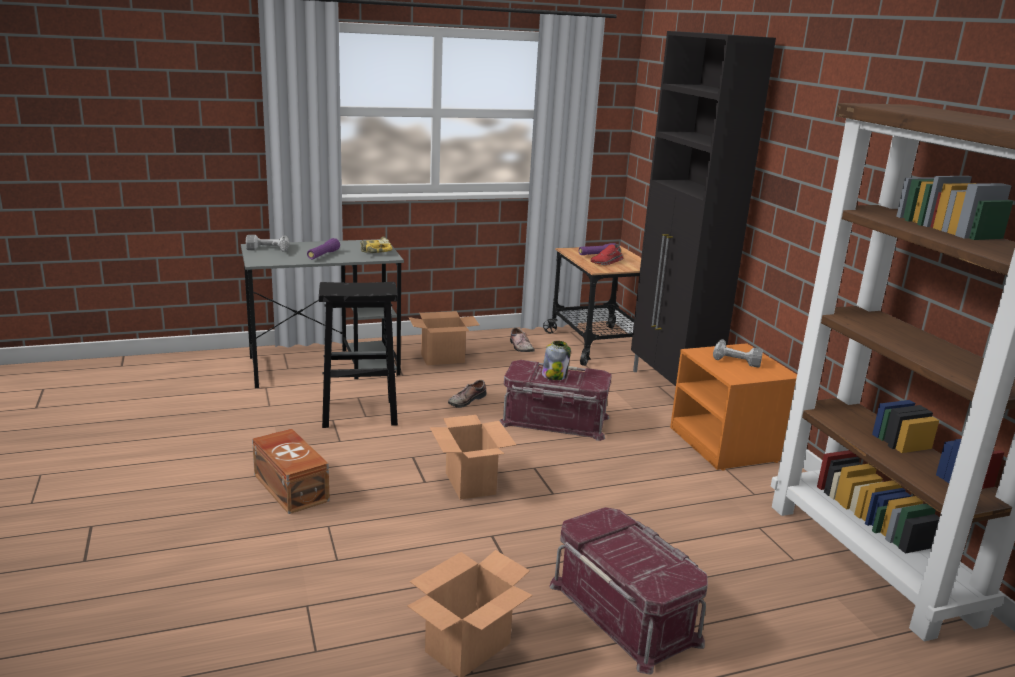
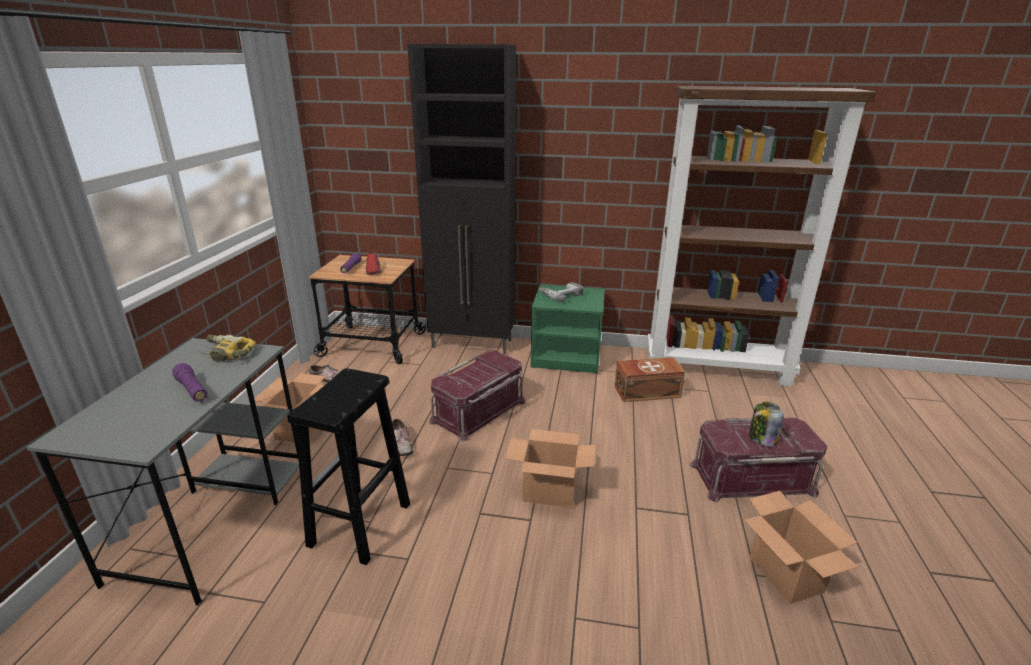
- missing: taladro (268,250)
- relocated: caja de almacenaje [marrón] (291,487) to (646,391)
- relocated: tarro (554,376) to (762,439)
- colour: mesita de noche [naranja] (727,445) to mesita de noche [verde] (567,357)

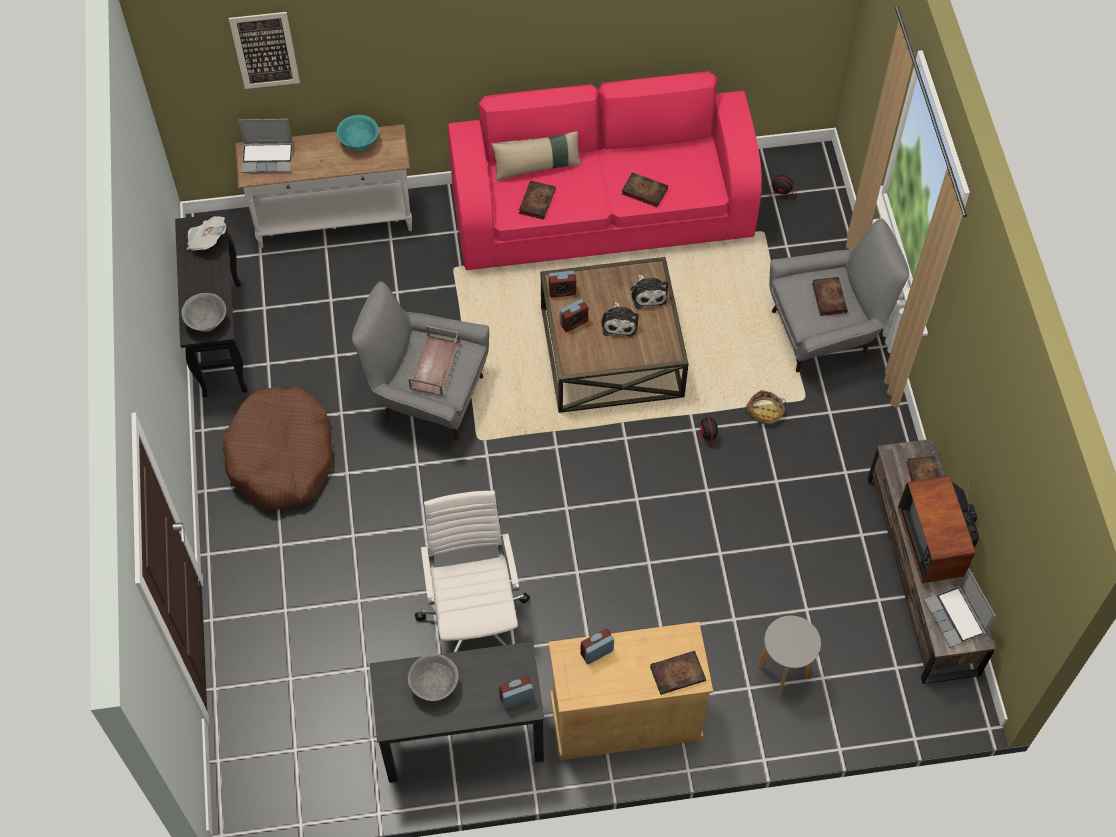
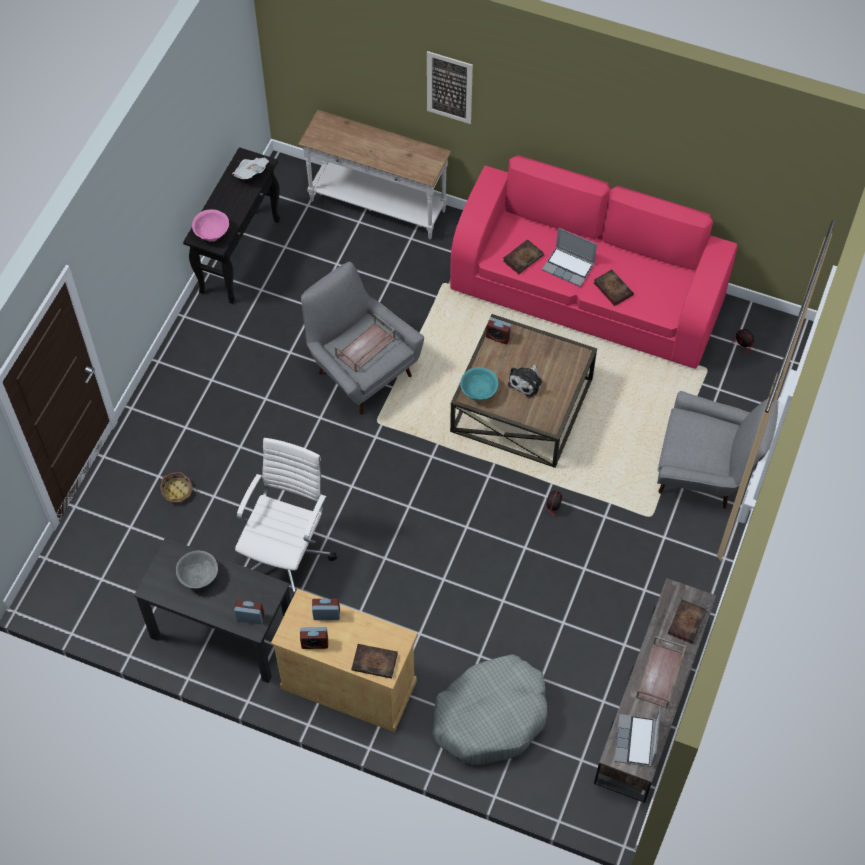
- missing: cama para perro [marrón] (282,457)
- missing: cojín [beis] (537,167)
- missing: peluche (648,294)
- missing: libro (828,297)
- relocated: cuadro (265,50) to (449,87)
- relocated: portátil (268,158) to (569,267)
- relocated: cuenco [turquesa] (359,143) to (478,392)
- relocated: despertador (573,323) to (315,643)
- relocated: cesta (765,412) to (177,491)
- exchanged: taburete [gris] (784,672) to cama para perro [gris] (491,716)
- exchanged: televisor (935,542) to bandeja [marrón] (660,676)
- colour: cuenco [gris] (207,322) to cuenco [rosa] (212,234)

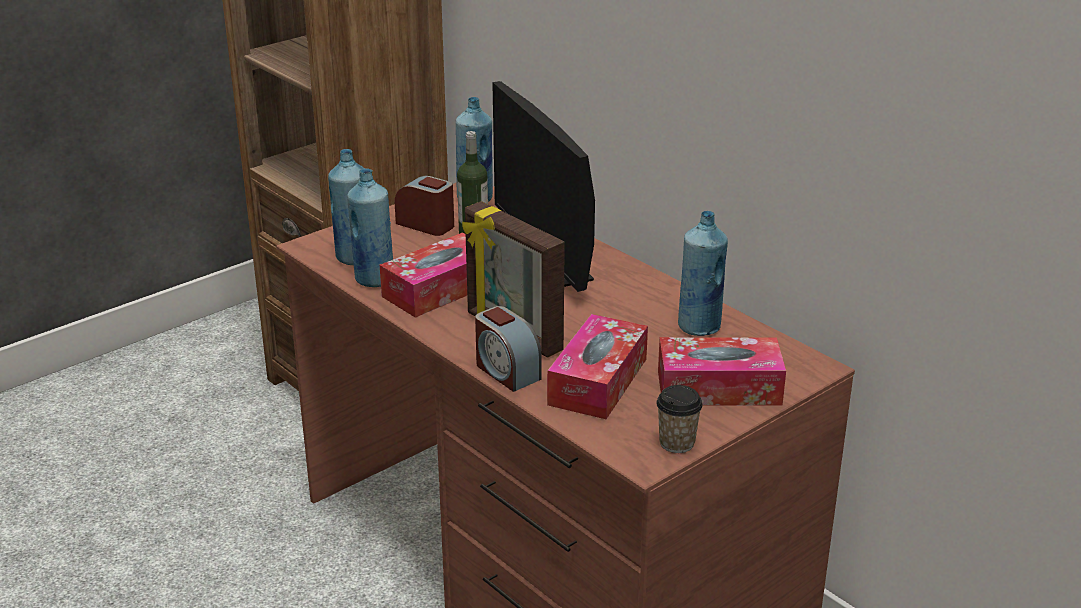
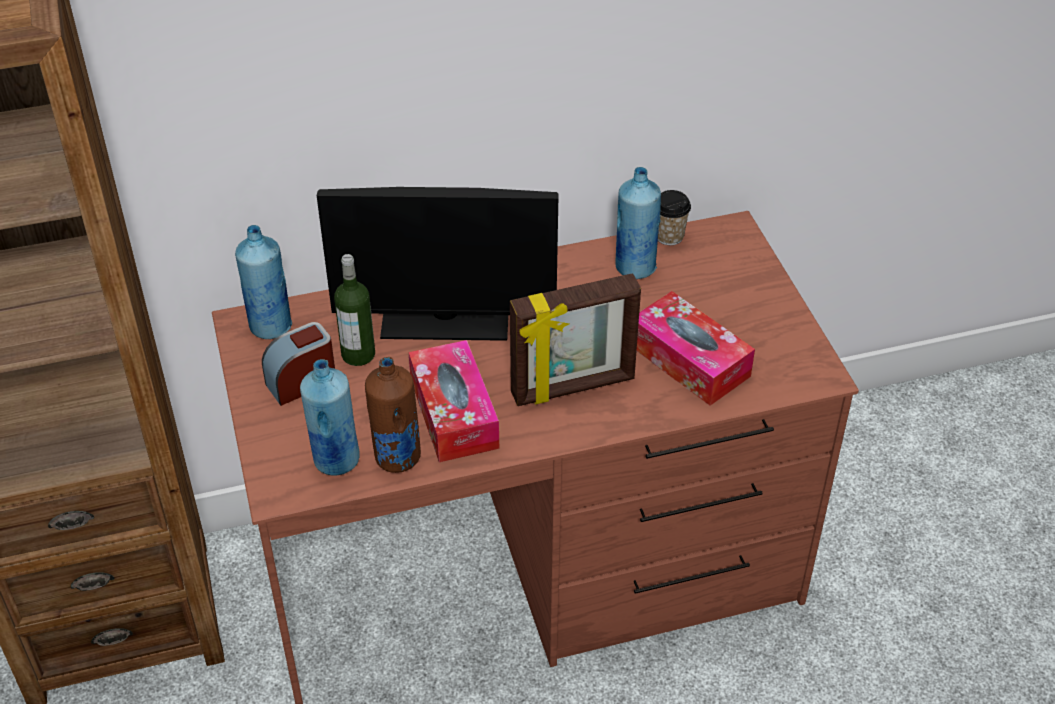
- missing: despertador (506,371)
- missing: caja de pañuelos (719,388)
- relocated: taza (677,443) to (669,236)
- colour: botella [azul] (374,279) to botella [marrón] (397,457)

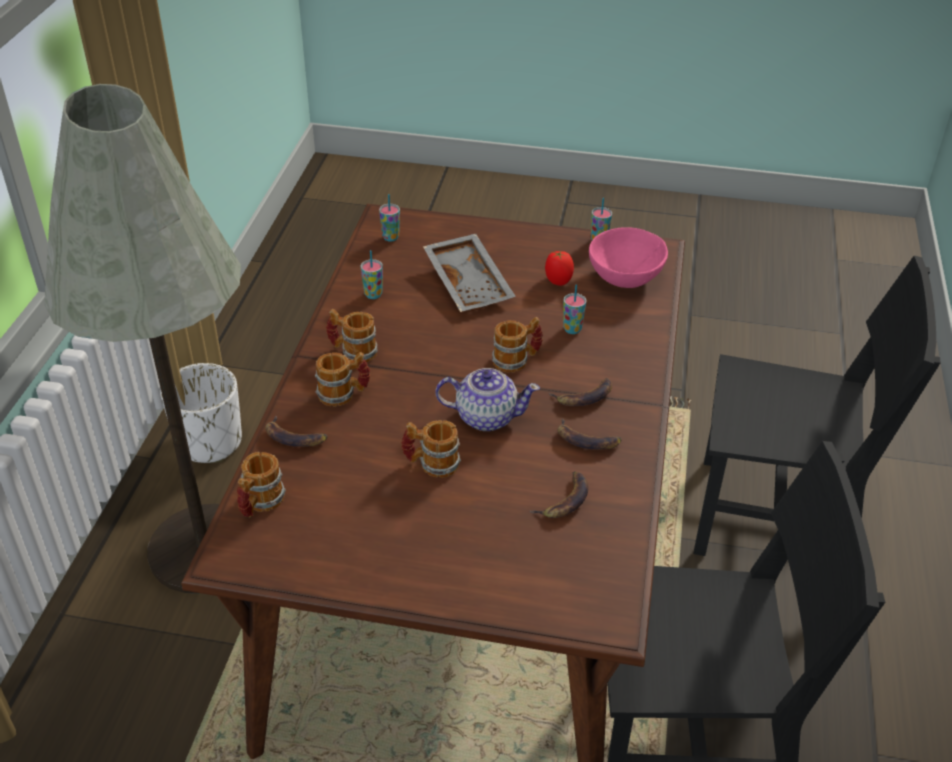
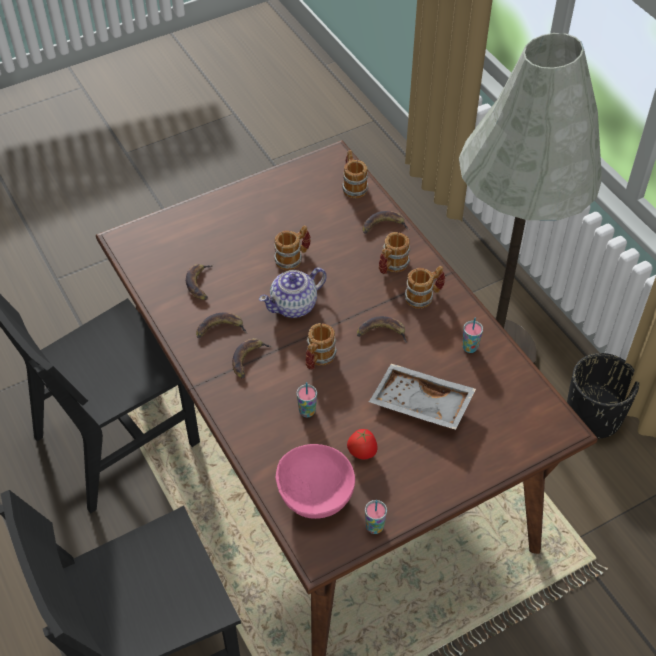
- missing: taza (390,237)
- appeared: plátano (381,332)
- colour: maceta [blanco] (209,442) to maceta [negro] (593,417)

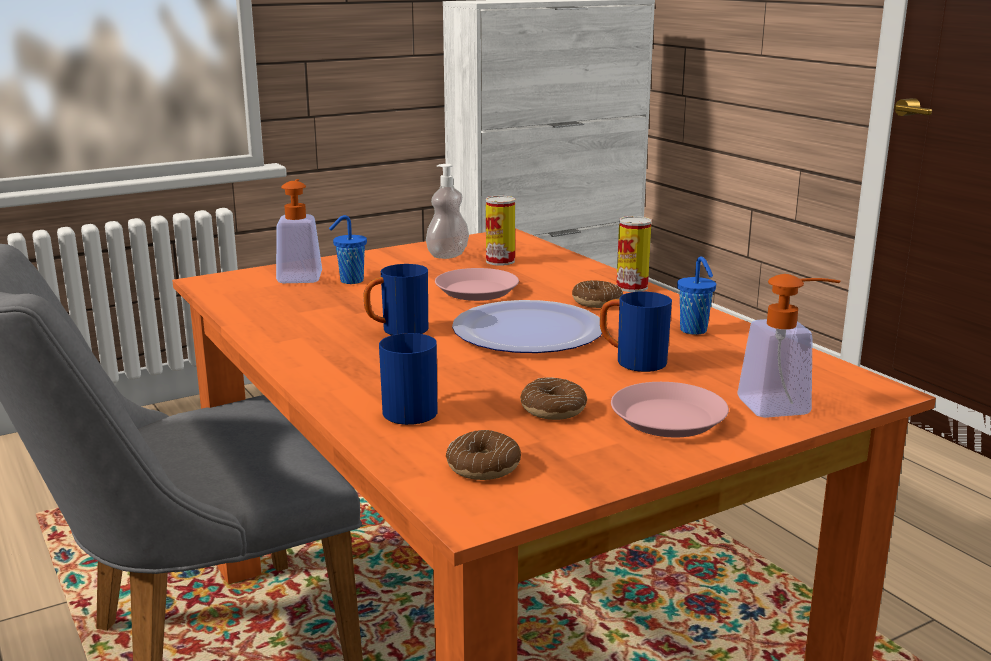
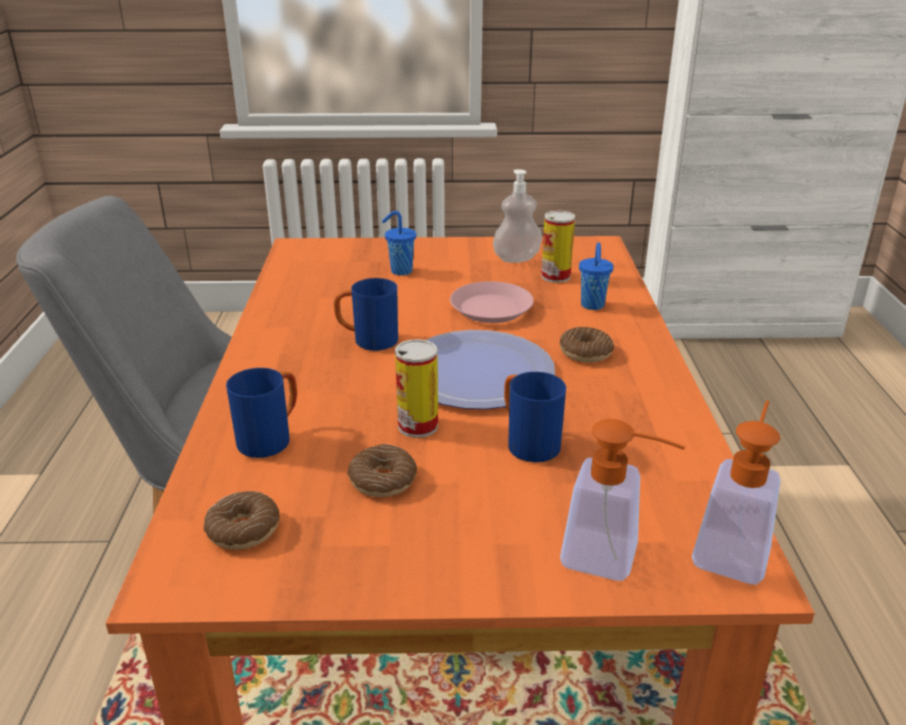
- missing: plato [rosa] (668,419)
- relocated: dispensador de jabón (300,275) to (733,548)
- relocated: lata (632,287) to (418,426)
- relocated: taza [azul] (694,331) to (592,306)

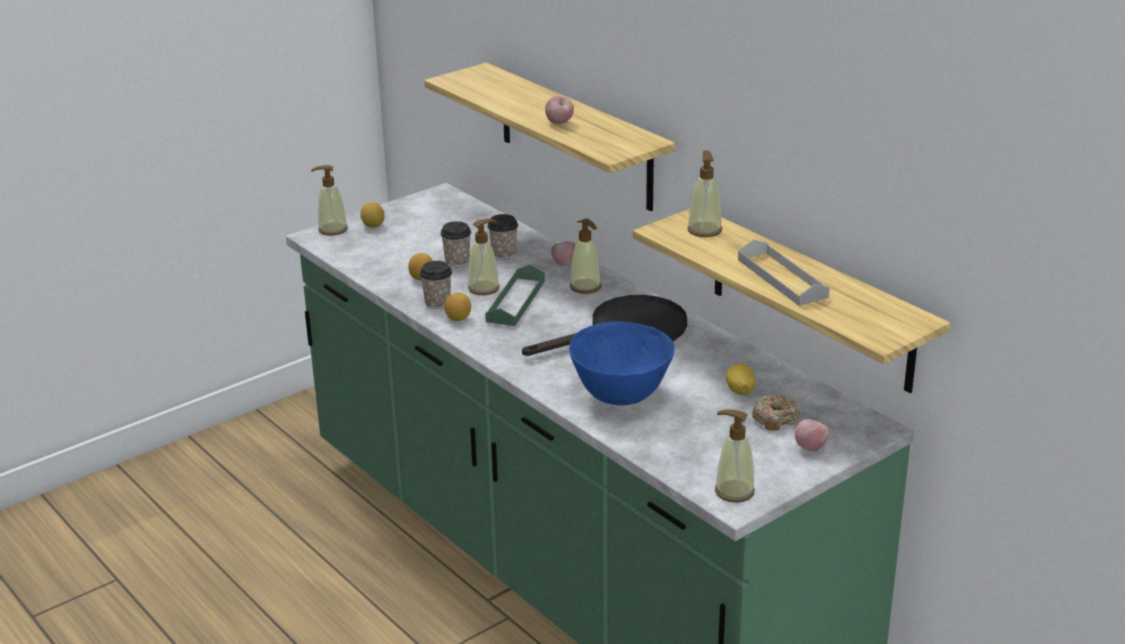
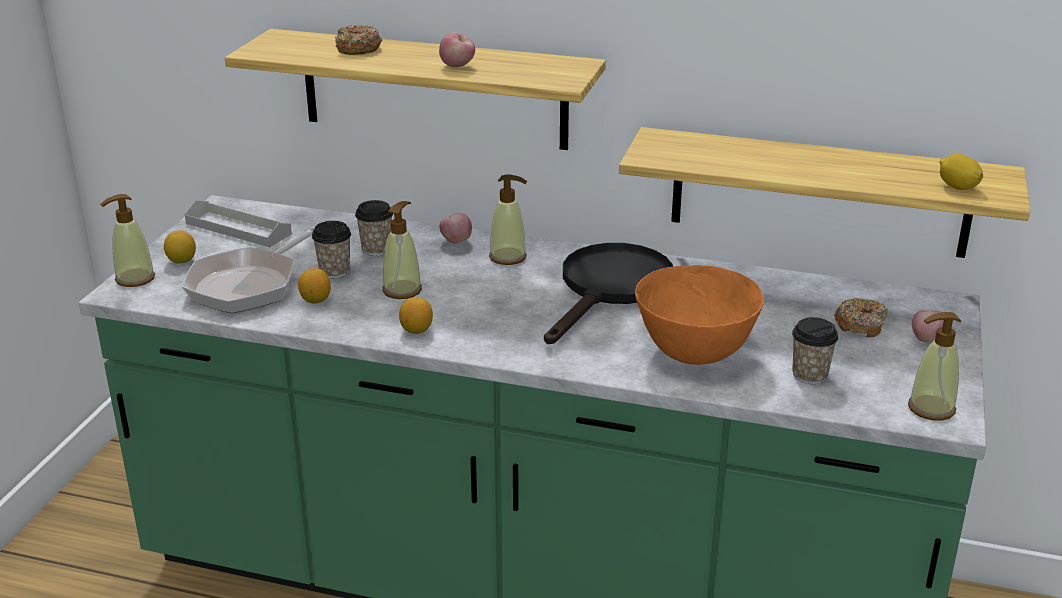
- missing: bandeja [verde] (516,301)
- missing: dispensador de jabón (704,230)
- appeared: sartén (248,284)
- appeared: rosquilla (357,48)
- relocated: taza (437,303) to (809,375)
- relocated: limón (740,391) to (957,187)
- relocated: bandeja [gris] (782,278) to (238,228)
- colour: cuenco [azul] (620,396) to cuenco [naranja] (695,353)

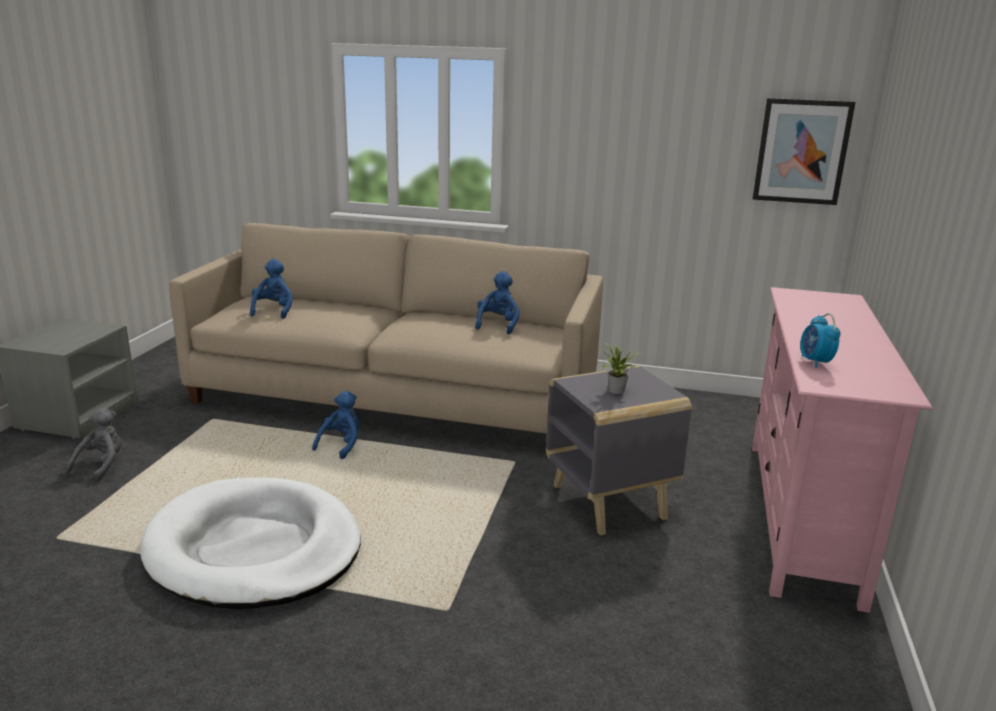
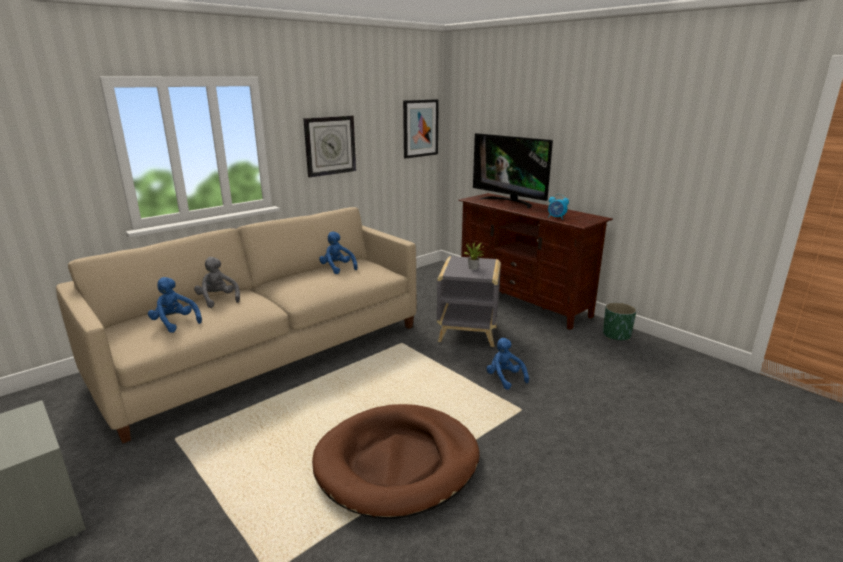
- appeared: reloj de pared (330,145)
- appeared: televisor (509,202)
- appeared: maceta [verde] (616,335)
- relocated: peluche [gris] (102,465) to (218,300)
- relocated: peluche [azul] (341,445) to (504,378)
- colour: cama para perro [blanco] (254,549) to cama para perro [marrón] (397,463)
- colour: mueble de televisión [rosa] (802,517) to mueble de televisión [marrón] (523,301)

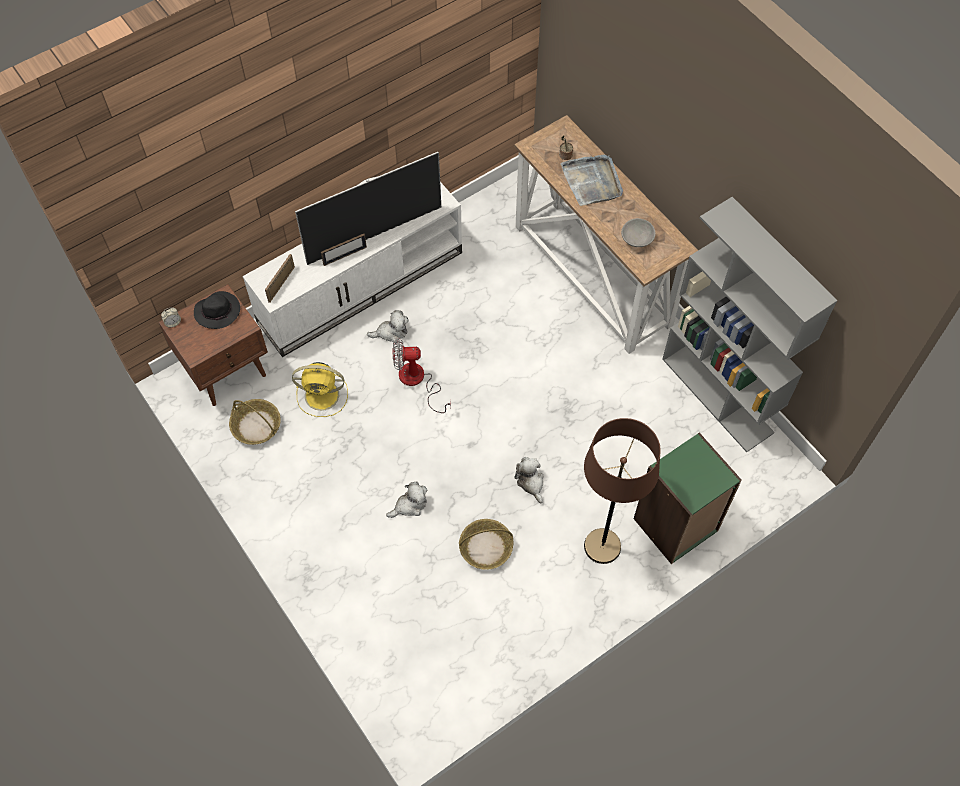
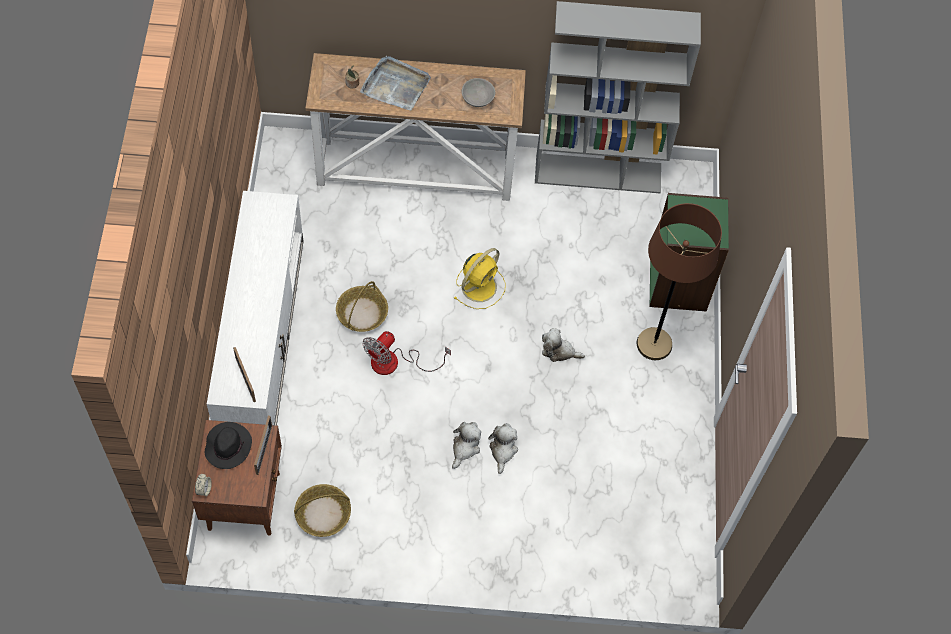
- missing: televisor (374,235)
- relocated: ventilador [amarillo] (323,395) to (480,285)
- relocated: portarretratos (345,256) to (264,450)
- relocated: peluche (391,332) to (465,448)
- relocated: cesta (485,548) to (362,314)

